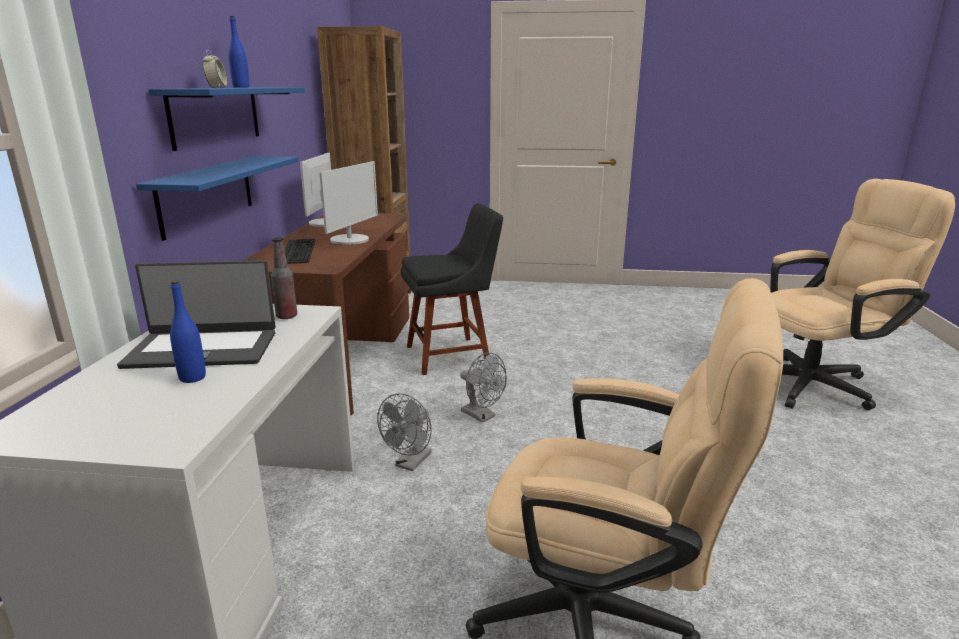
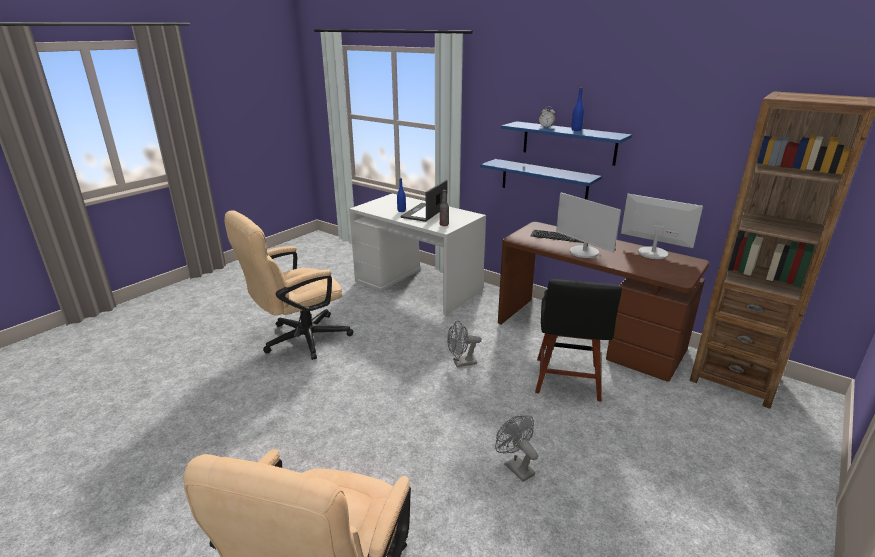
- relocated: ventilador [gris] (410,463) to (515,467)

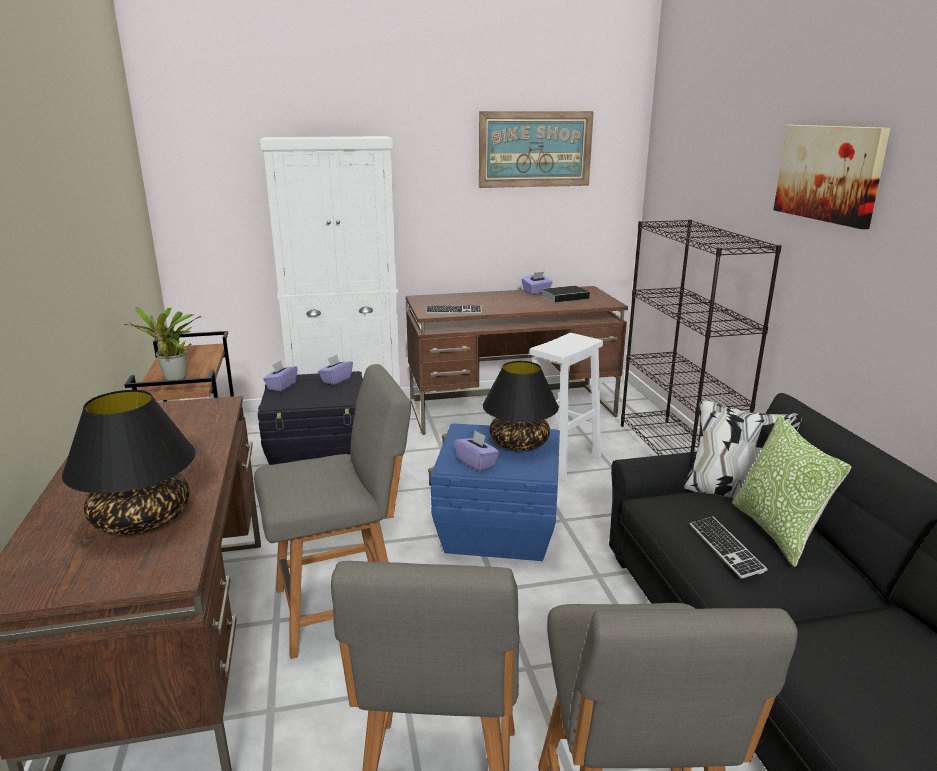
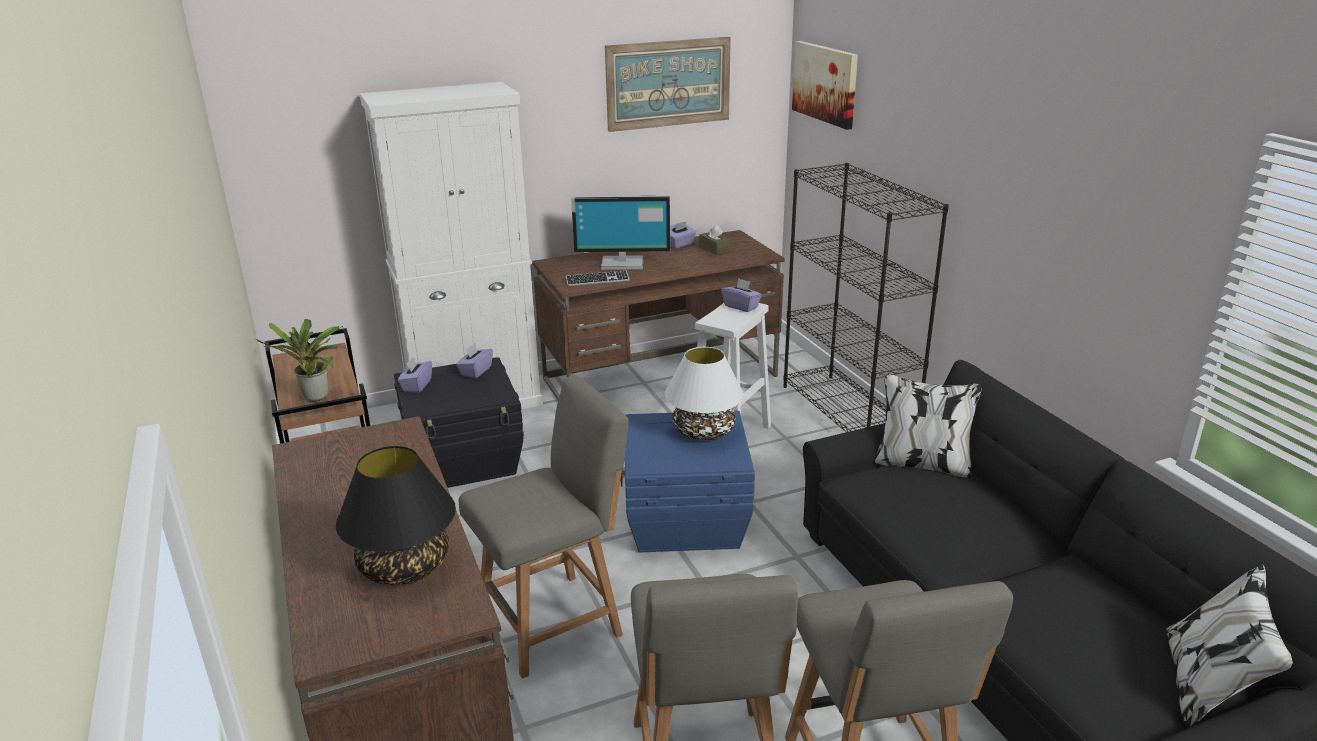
- missing: teclado (725,548)
- missing: cojín (776,531)
- appeared: monitor (622,263)
- relocated: caja de pañuelos [morado] (476,463) to (741,306)
- relocated: cuadro (829,173) to (825,83)
- exchanged: libro (566,297) to caja de pañuelos [marrón] (714,249)
- colour: lámpara de mesa [negro] (519,443) to lámpara de mesa [blanco] (703,430)

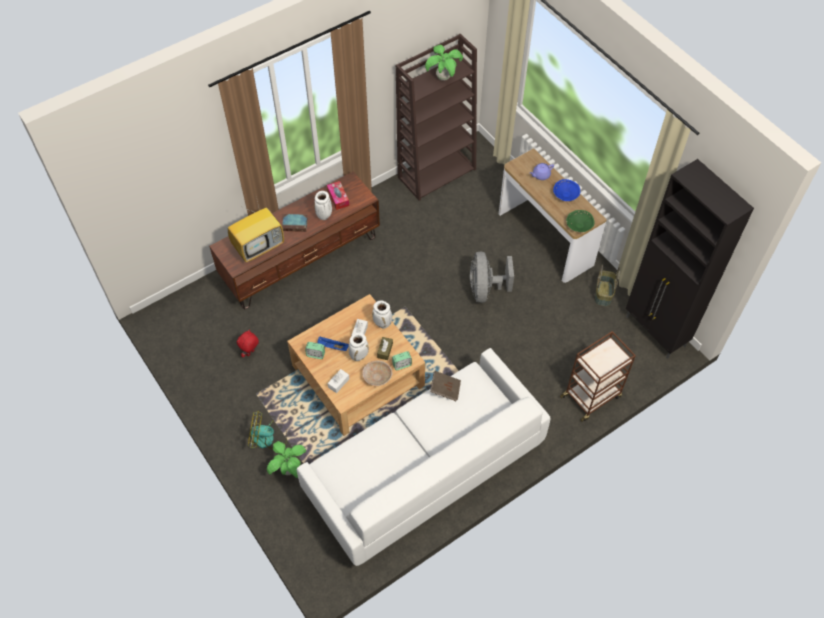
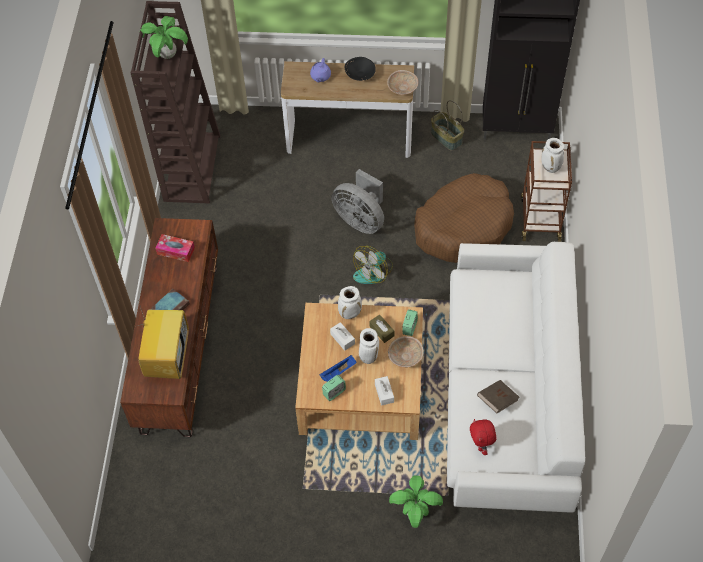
- appeared: cama para perro [marrón] (463,226)
- relocated: peluche [rojo] (250,353) to (481,446)
- relocated: ventilador (268,437) to (373,271)
- relocated: florero [blanco] (324,216) to (551,168)
- relocated: libro [marrón] (445,389) to (497,400)
- colour: cuenco [azul] (565,195) to cuenco [negro] (360,75)
- colour: cuenco [verde] (578,226) to cuenco [beis] (402,88)

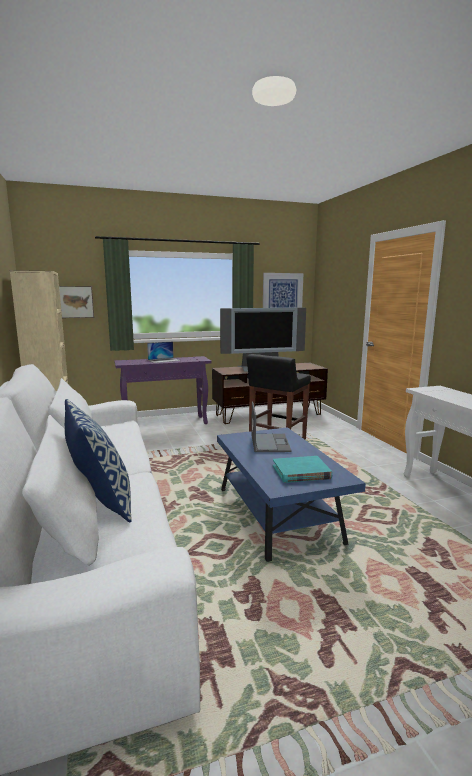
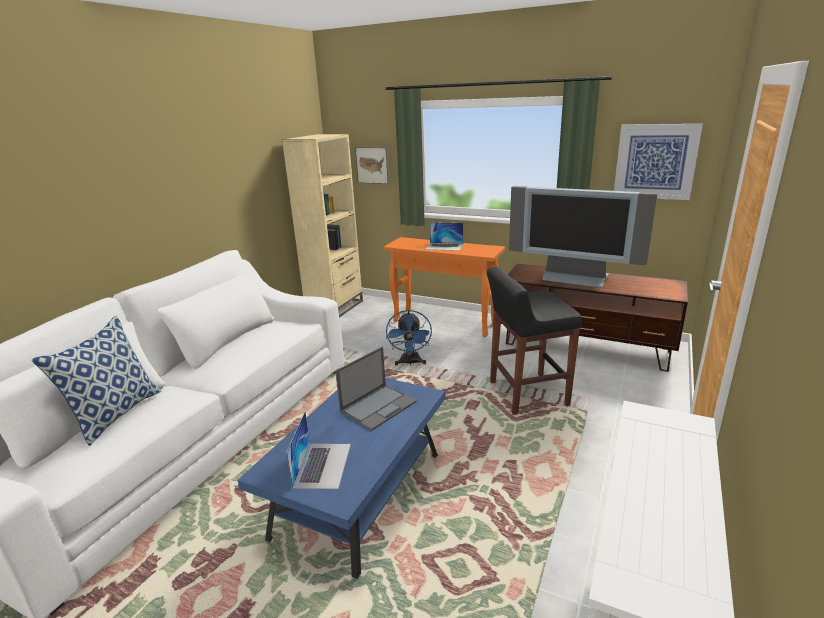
- appeared: ventilador [azul] (410,363)
- exchanged: libro [turquesa] (301,472) to portátil (322,465)
- colour: mesa consola [morado] (166,424) to mesa consola [naranja] (445,322)

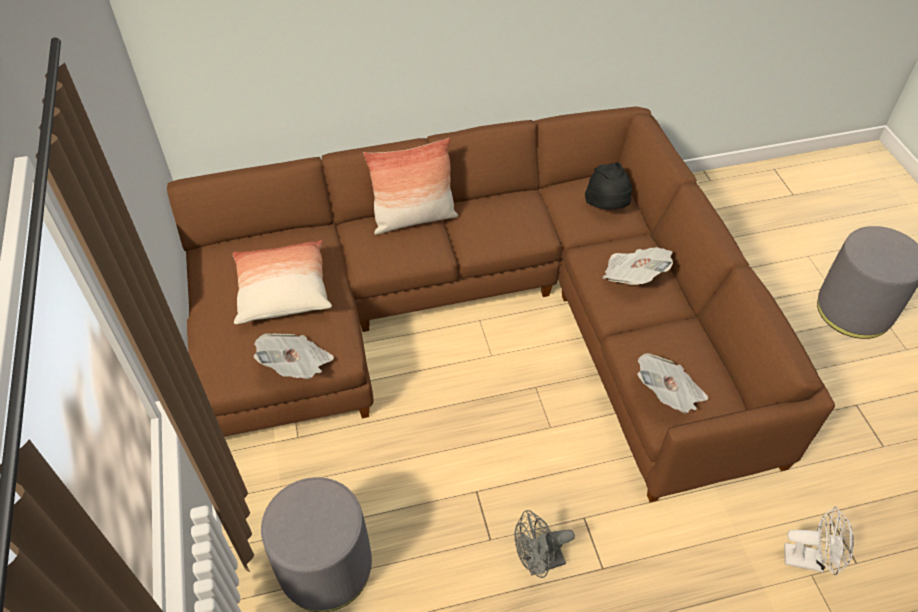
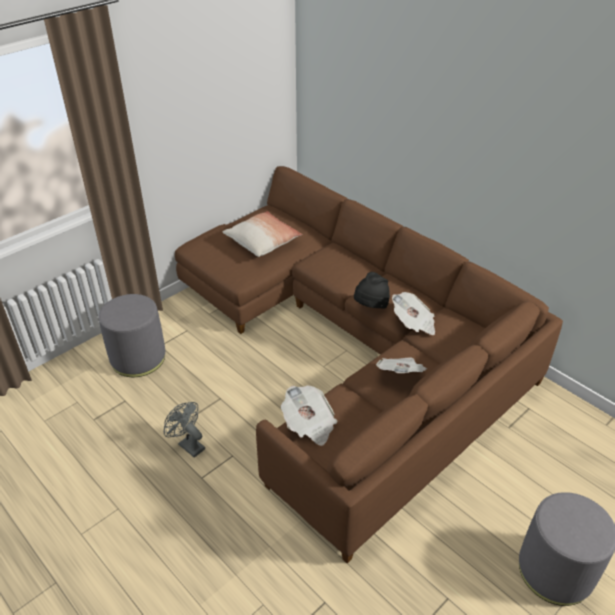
- missing: cojín (414,219)
- missing: ventilador [blanco] (809,559)
- relocated: periódico (297,366) to (413,323)
- relocated: sombrero [negro] (607,206) to (370,306)

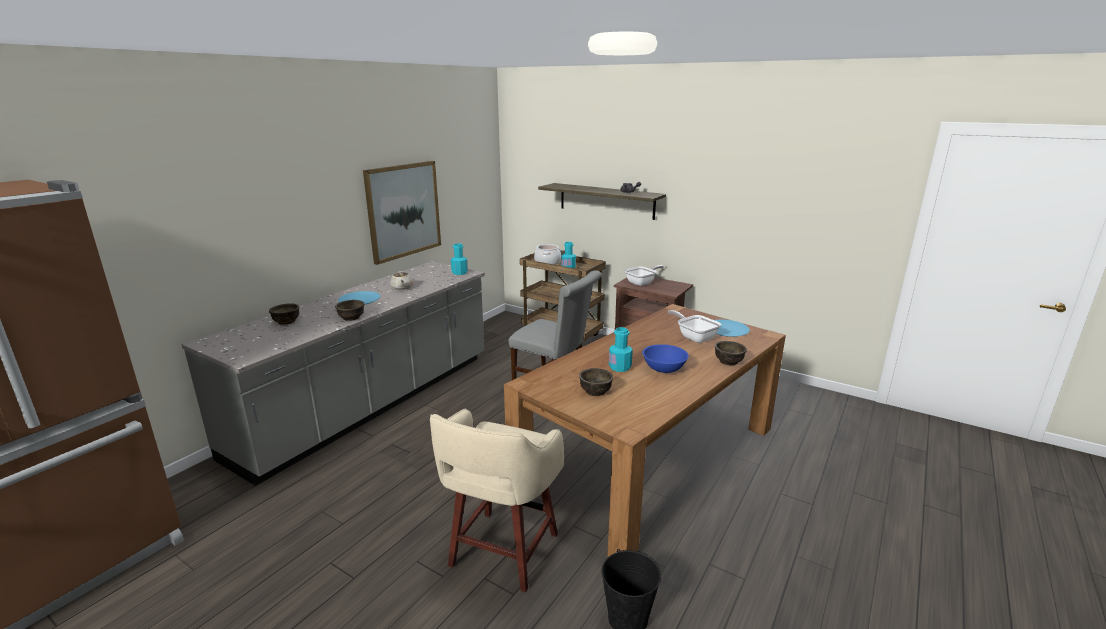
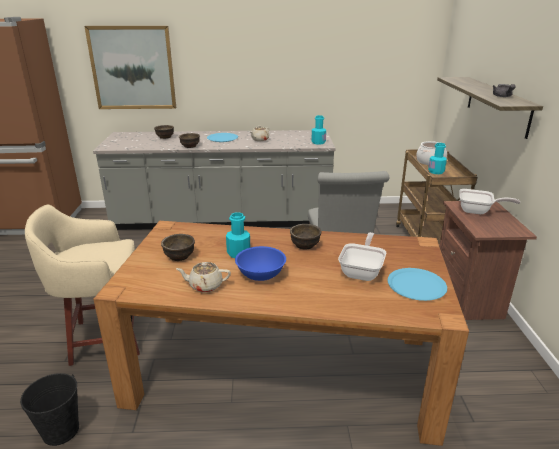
- appeared: tetera [beis] (205,286)
- relocated: cuadro (403,210) to (132,68)
- relocated: cuenco [marrón] (728,361) to (305,245)

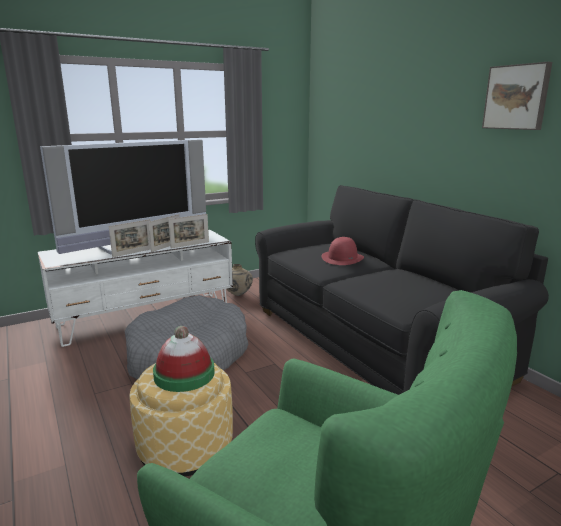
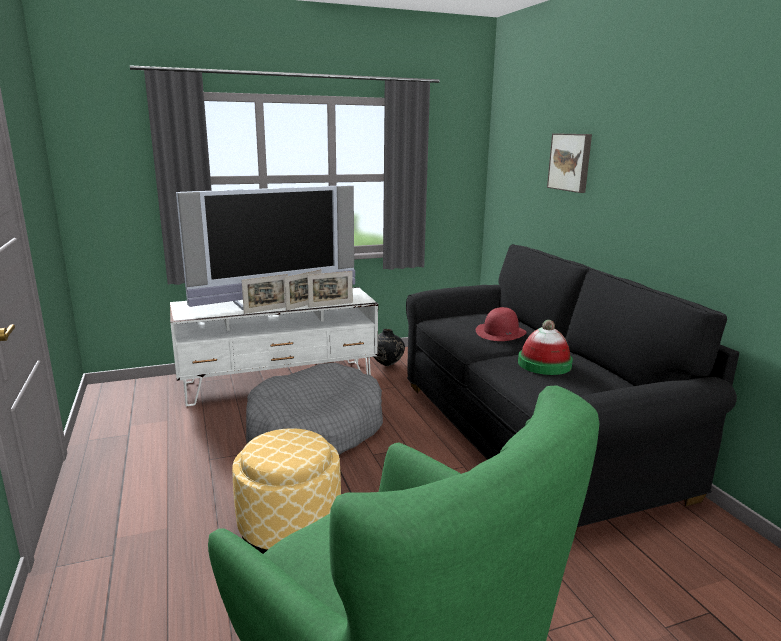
- relocated: sombrero (184,374) to (544,364)
- relocated: cuadro (517,97) to (571,162)
- colour: florero [beis] (237,295) to florero [negro] (386,365)

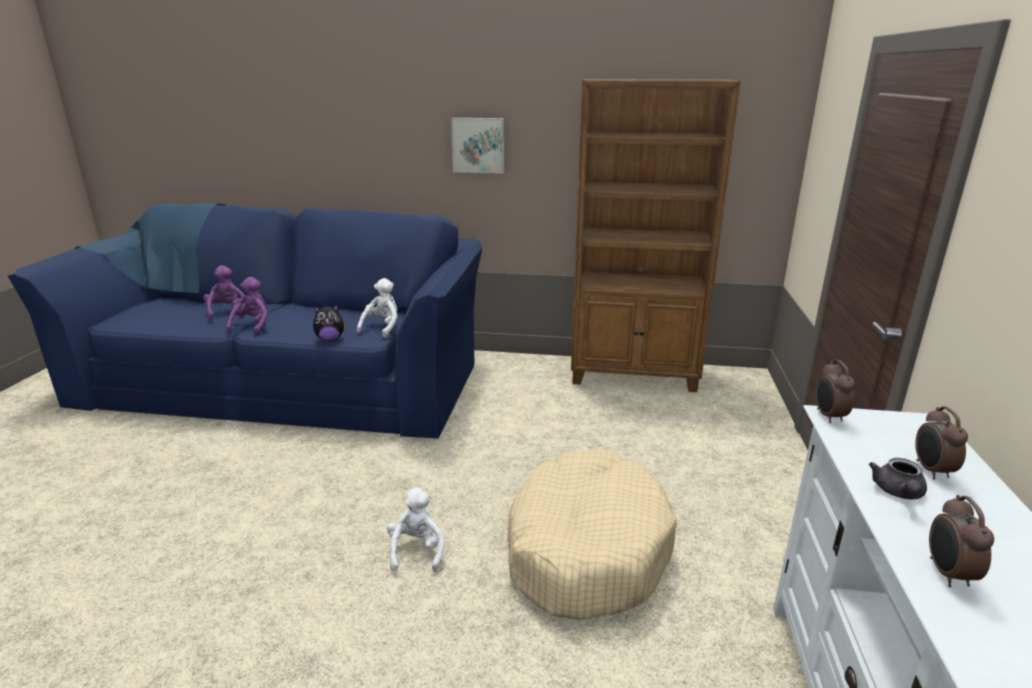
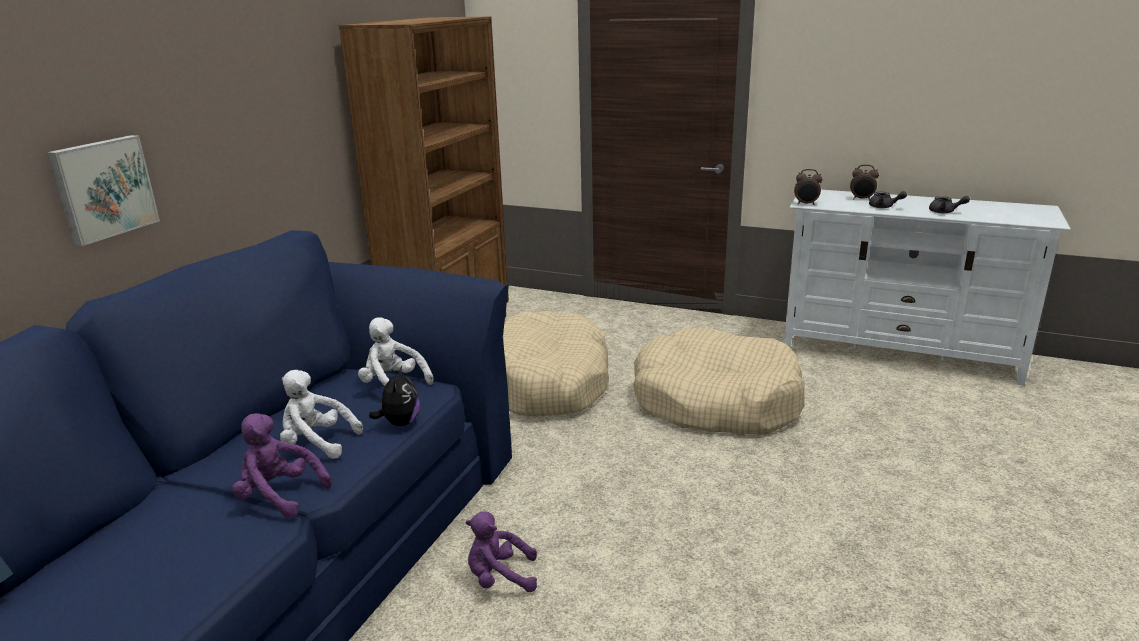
- appeared: cama para perro [beis] (547,383)
- relocated: peluche [morado] (228,312) to (499,578)
- relocated: peluche [blanco] (417,551) to (317,443)
- relocated: cuadro (478,145) to (103,188)
- exchanged: despertador (947,574) to tetera [gris] (945,212)

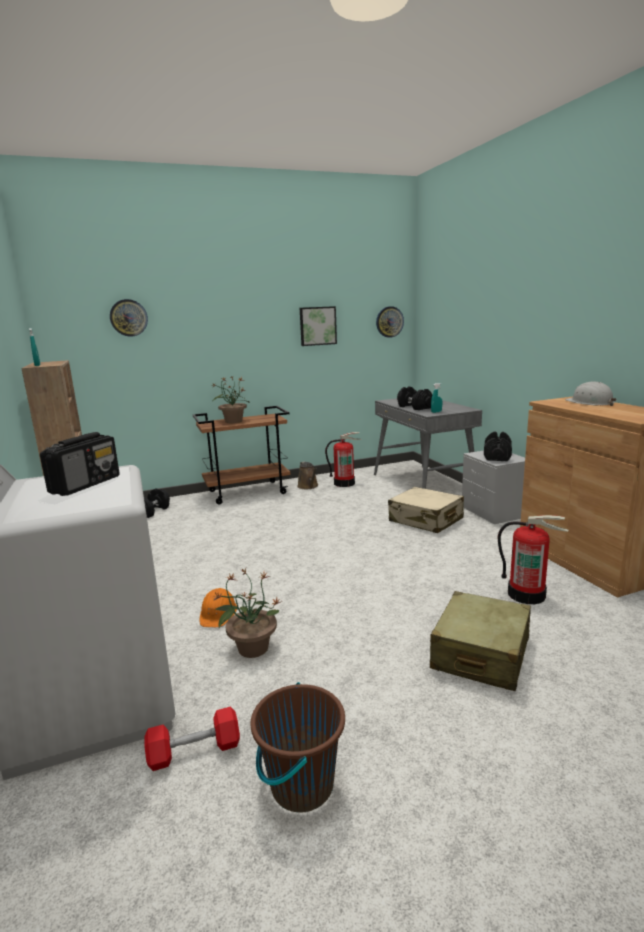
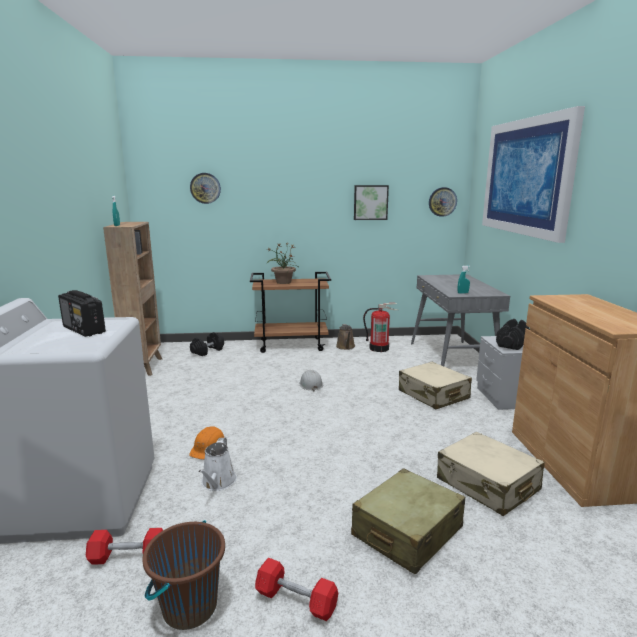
- missing: mancuerna [negro] (414,407)
- appeared: mancuerna [rojo] (296,600)
- appeared: cuadro (526,177)
- relocated: casco [blanco] (590,402) to (310,384)
- exchanged: planta en maceta (252,648) to regadera [blanco] (218,482)
- exchanged: extintor (526,594) to maleta [beis] (487,485)
- spun: radio (86,484) = (84,330) 90 degrees clockwise

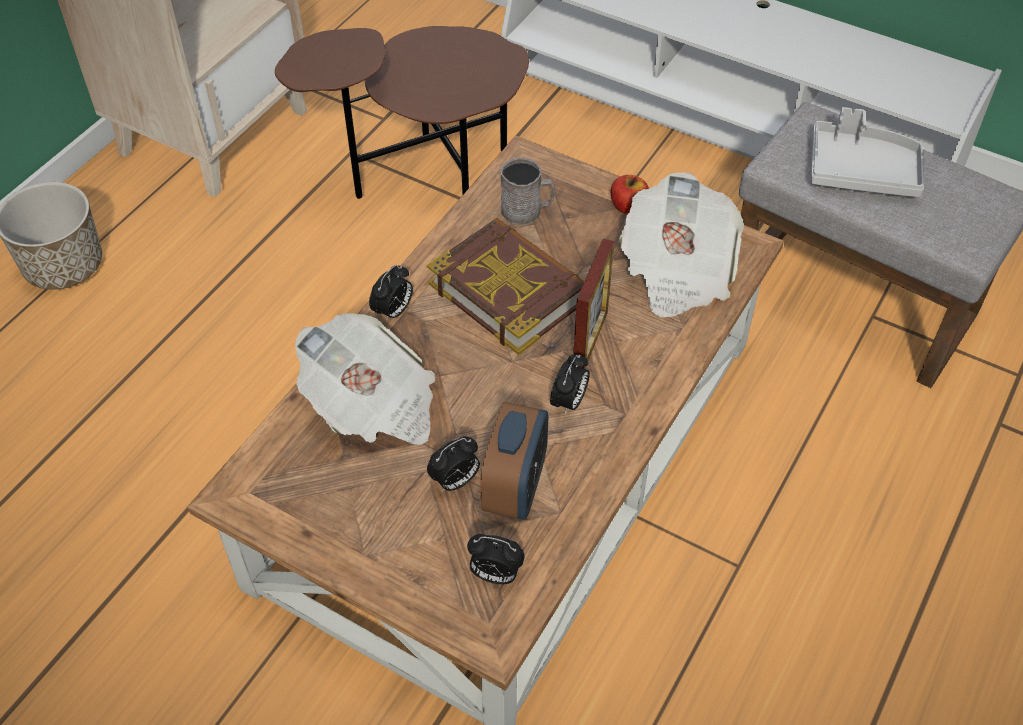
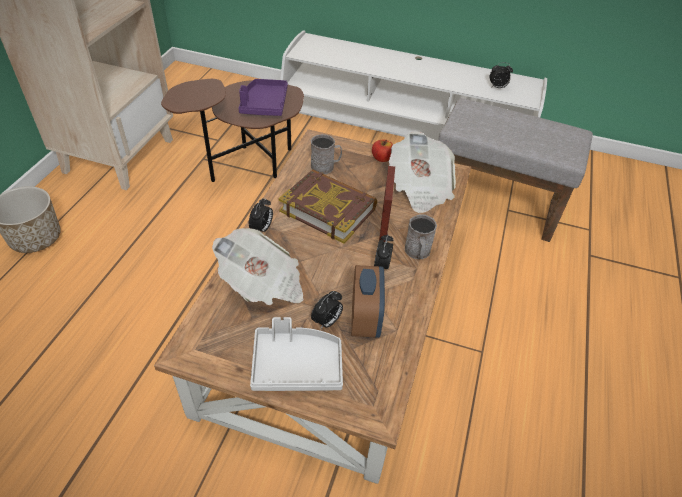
- appeared: bandeja [morado] (264,105)
- appeared: taza grande [gris] (418,252)
- relocated: despertador (495,575) to (497,87)
- relocated: bandeja [gris] (861,171) to (296,365)

